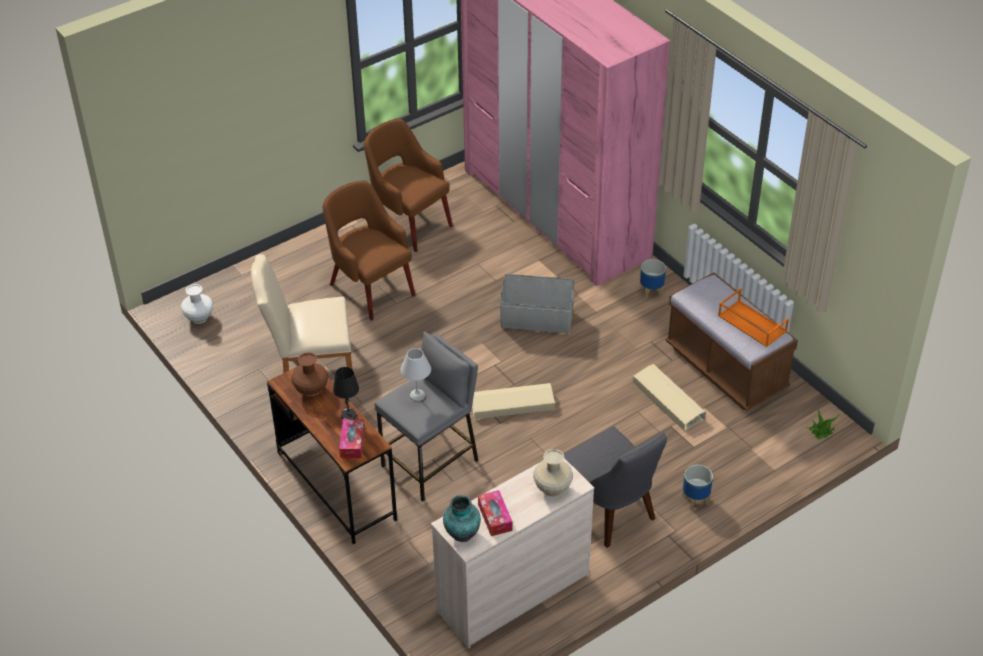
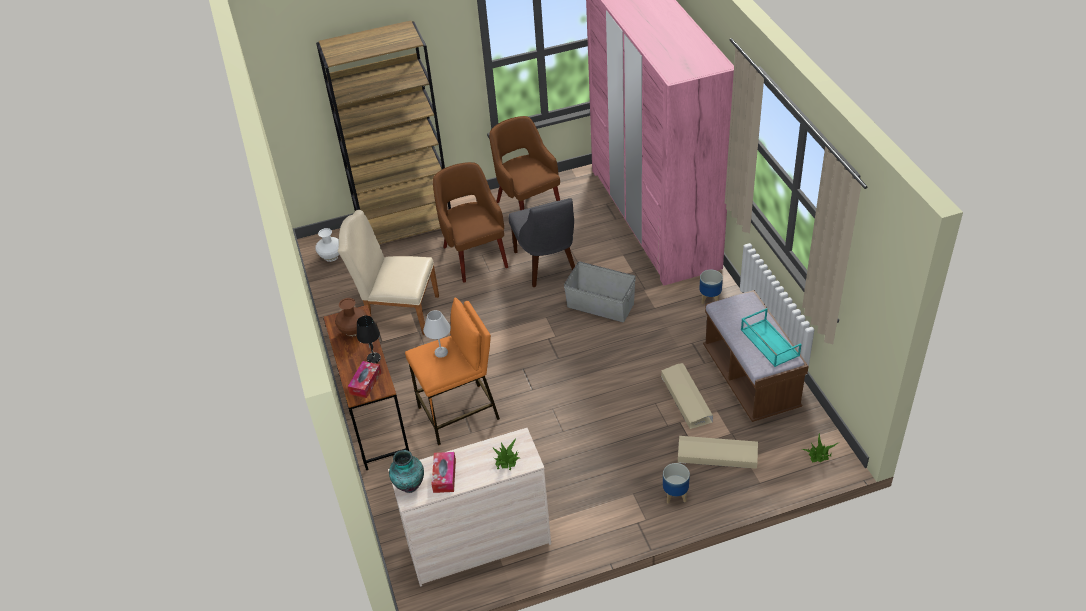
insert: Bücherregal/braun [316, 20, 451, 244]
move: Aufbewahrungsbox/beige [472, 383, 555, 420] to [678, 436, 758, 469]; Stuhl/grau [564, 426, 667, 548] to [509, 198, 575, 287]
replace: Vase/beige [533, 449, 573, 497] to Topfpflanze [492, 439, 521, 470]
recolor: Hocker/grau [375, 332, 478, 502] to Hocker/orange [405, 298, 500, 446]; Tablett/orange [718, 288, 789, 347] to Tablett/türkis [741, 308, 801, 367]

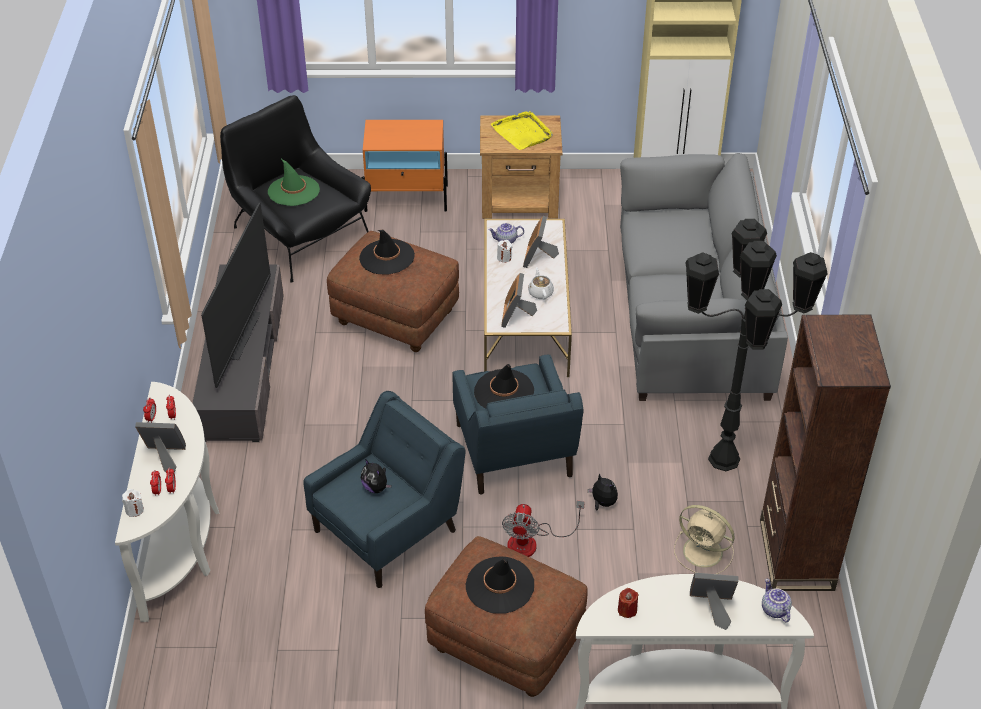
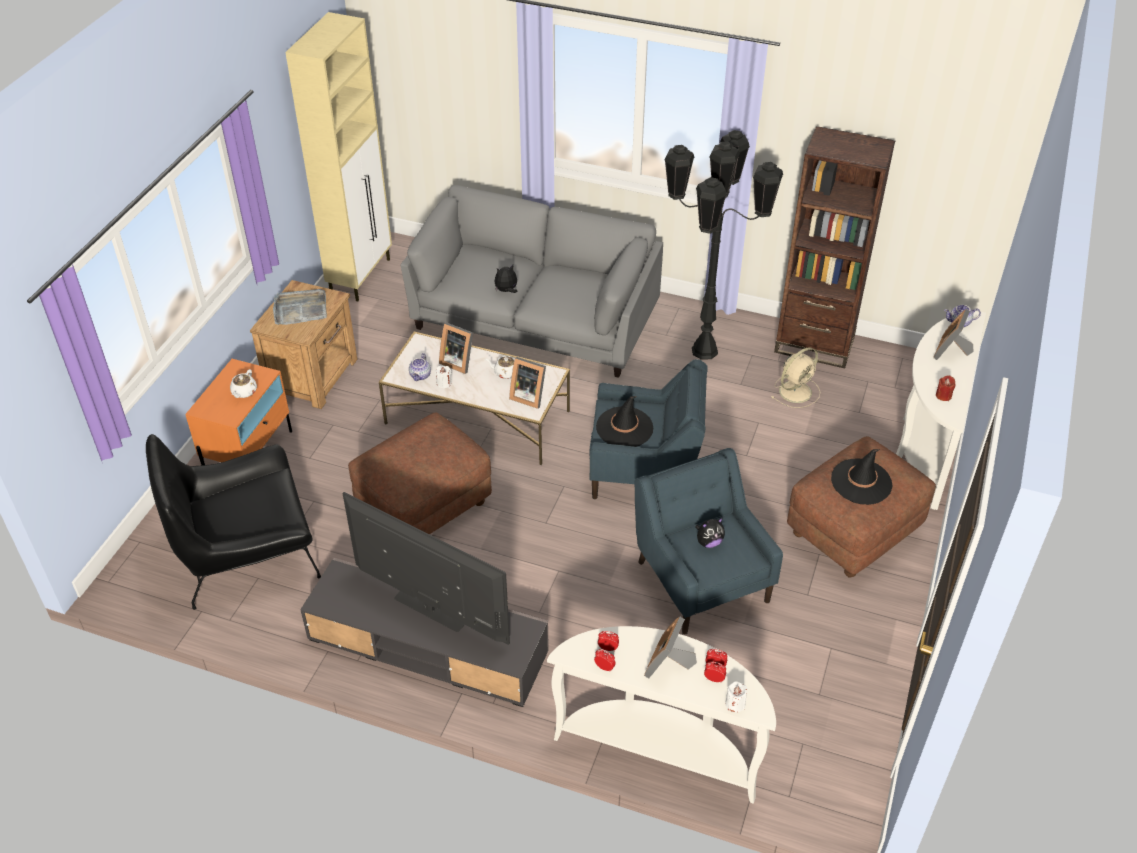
delete: Hut/grün [268, 159, 320, 206]; Hut/schwarz [359, 229, 415, 275]; Ventilator [502, 501, 585, 557]
insert: Teekanne/weiß [230, 369, 257, 398]
move: Plüschtier [588, 473, 618, 511] to [494, 265, 517, 293]
recolor: Tablett/gelb [491, 111, 552, 150] to Tablett/grau [273, 289, 327, 325]

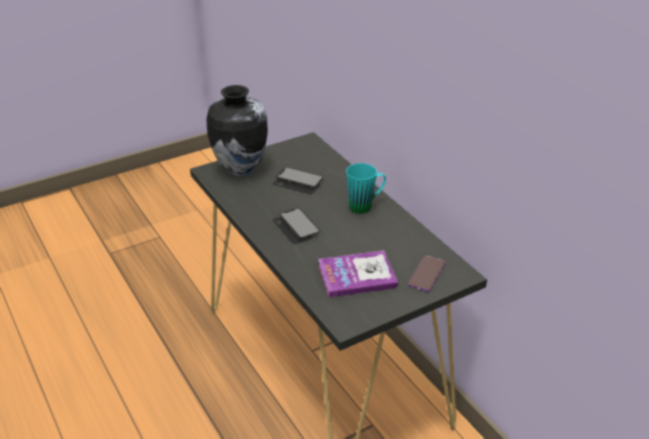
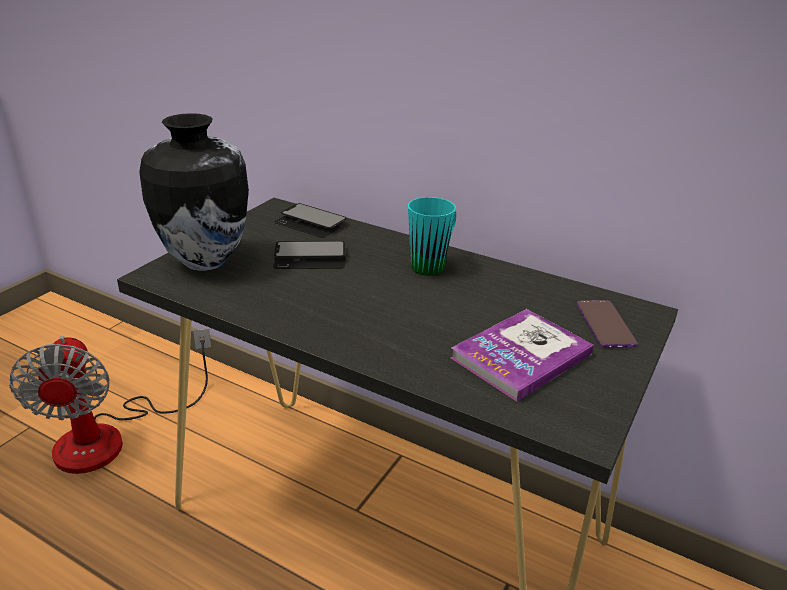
insert: Ventilator [9, 329, 211, 474]
move: Handy [273, 208, 320, 244] to [274, 203, 347, 238]

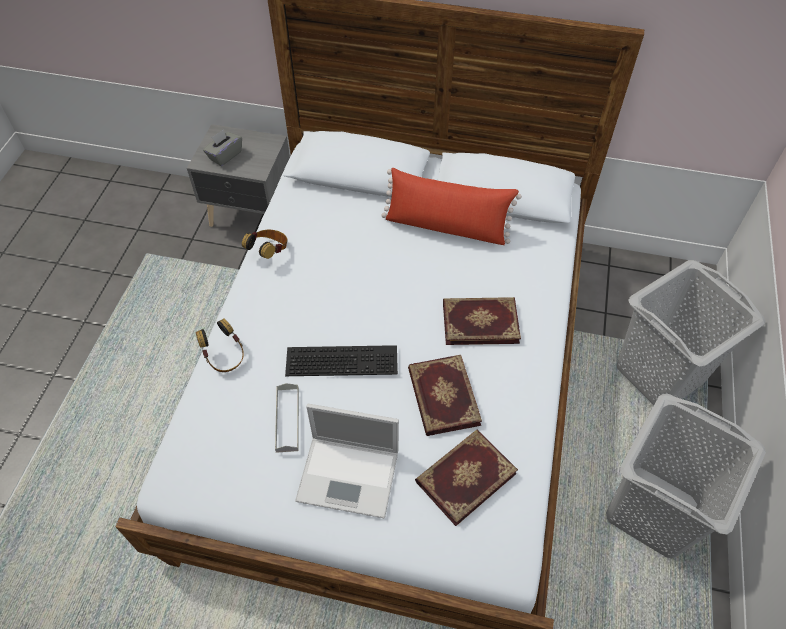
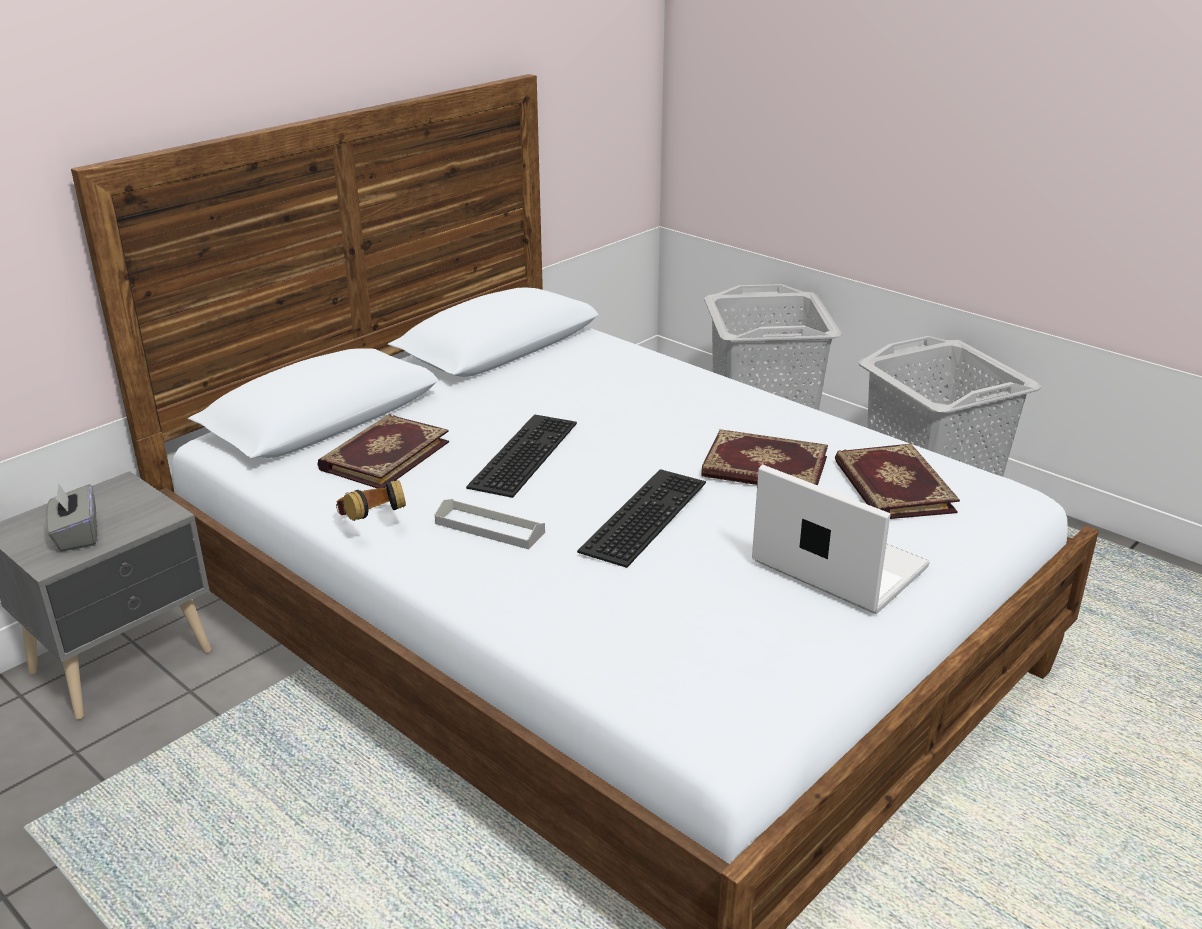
delete: Kopfhörer [196, 319, 244, 372]; Kissen/rot [381, 168, 522, 245]
insert: Tastatur [466, 414, 577, 498]
move: Tablett/grau [275, 383, 299, 453] to [435, 499, 545, 550]; Buch [443, 297, 521, 345] to [317, 414, 449, 489]
rotate: Laptop [295, 404, 399, 518] = [752, 465, 930, 614] 90 degrees counterclockwise

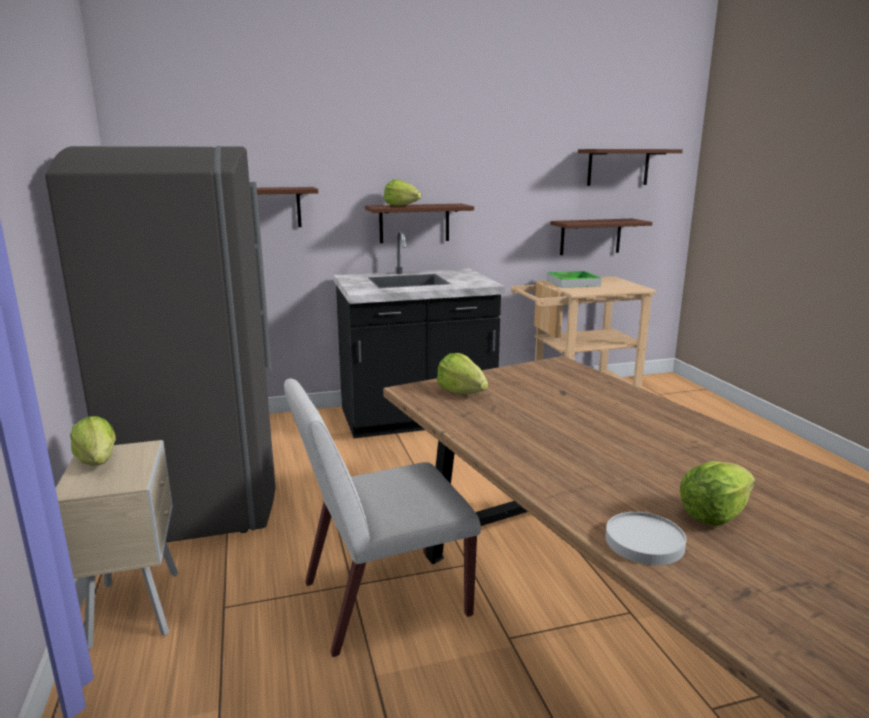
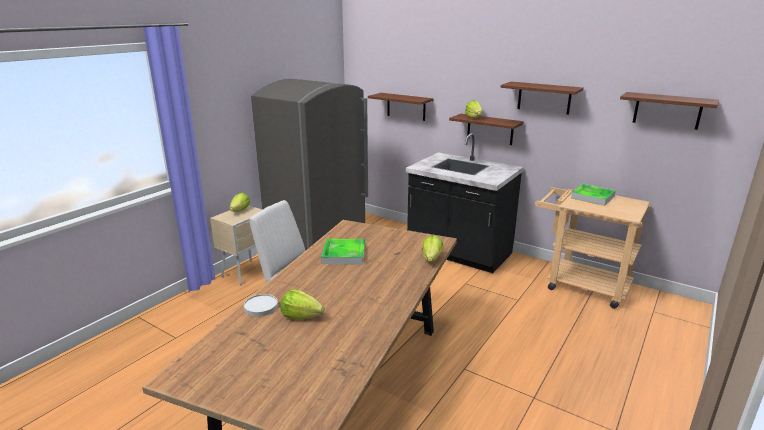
insert: Tablett [321, 239, 365, 264]
move: Salatkopf [437, 353, 488, 394] to [422, 235, 444, 262]; Wandregal/braun [550, 219, 652, 255] to [501, 82, 584, 115]

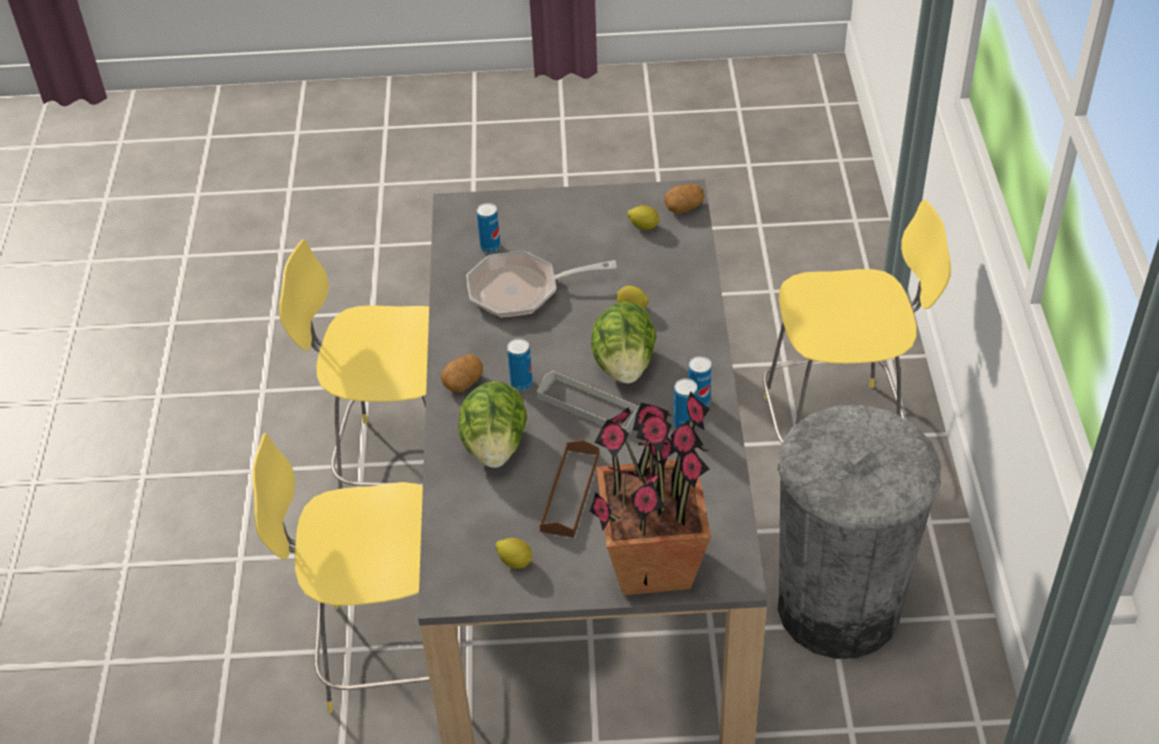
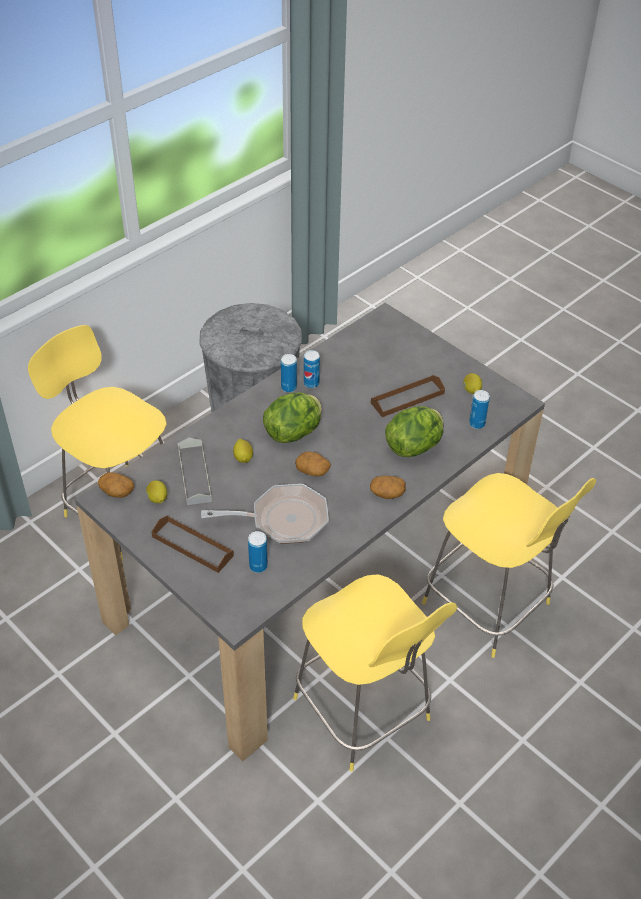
delete: Topfpflanze [590, 391, 711, 595]
insert: Tablett/braun [152, 515, 234, 573]; Kartoffel [295, 452, 331, 476]
move: Dose [507, 338, 533, 391] to [469, 390, 490, 429]; Tablett/grau [537, 370, 640, 433] to [178, 438, 212, 505]
rotate: Pfanne [466, 251, 617, 318] = [201, 484, 329, 544] 45 degrees counterclockwise

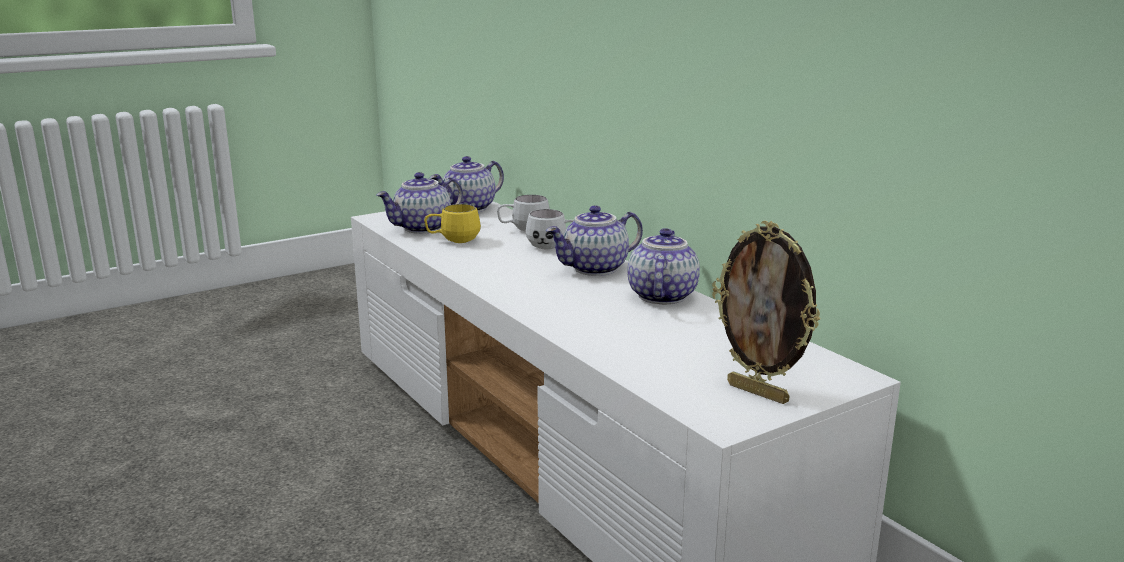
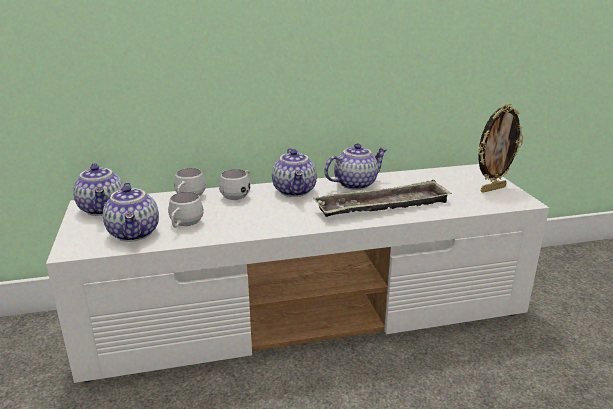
insert: Tablett [313, 180, 452, 217]
recolor: Henkelbecher/gelb [424, 204, 481, 243] to Henkelbecher/weiß [168, 192, 204, 228]
rotate: Teekanne [627, 228, 700, 304] = [324, 143, 387, 190] 120 degrees clockwise

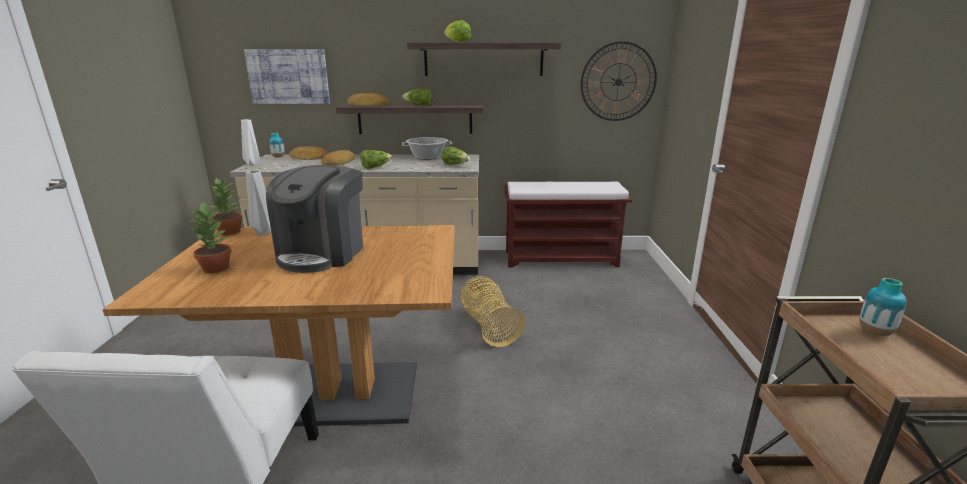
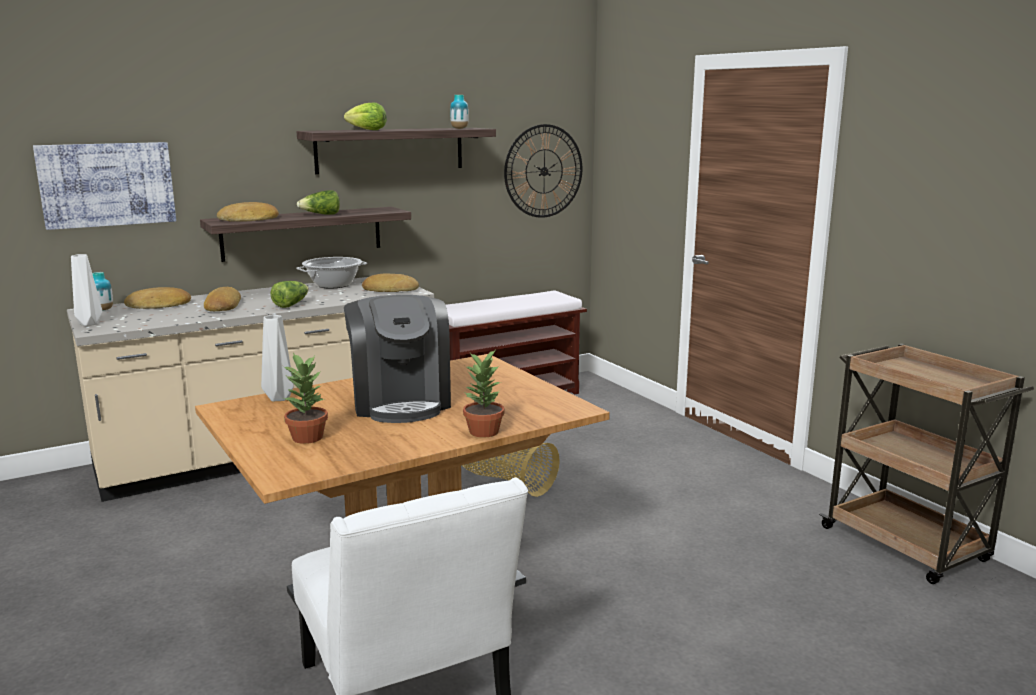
move: Topfpflanze [209, 178, 243, 235] to [463, 349, 505, 438]; Vase [859, 278, 907, 336] to [450, 95, 469, 129]
replace: Salatkopf [441, 146, 470, 165] to Brot [362, 273, 419, 292]

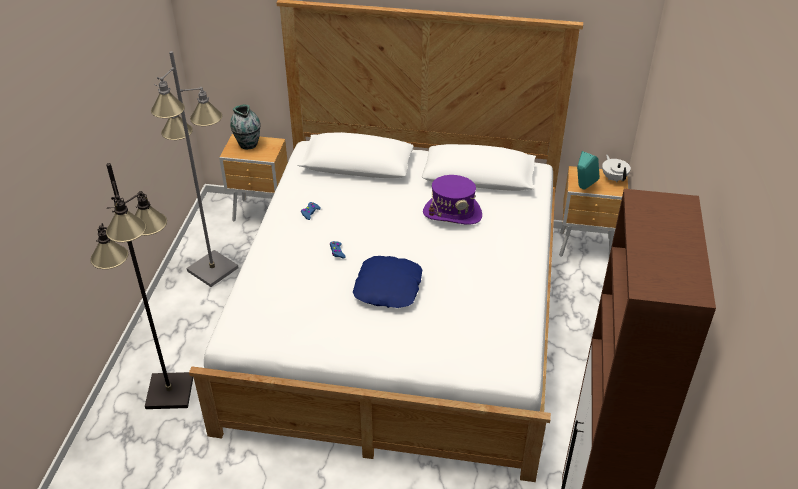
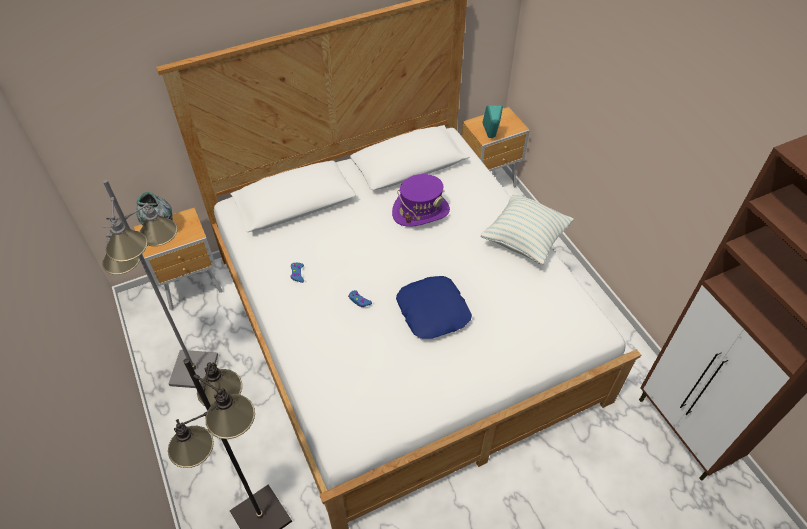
delete: Teekanne/weiß [602, 155, 631, 182]
insert: Kissen [481, 193, 573, 265]

